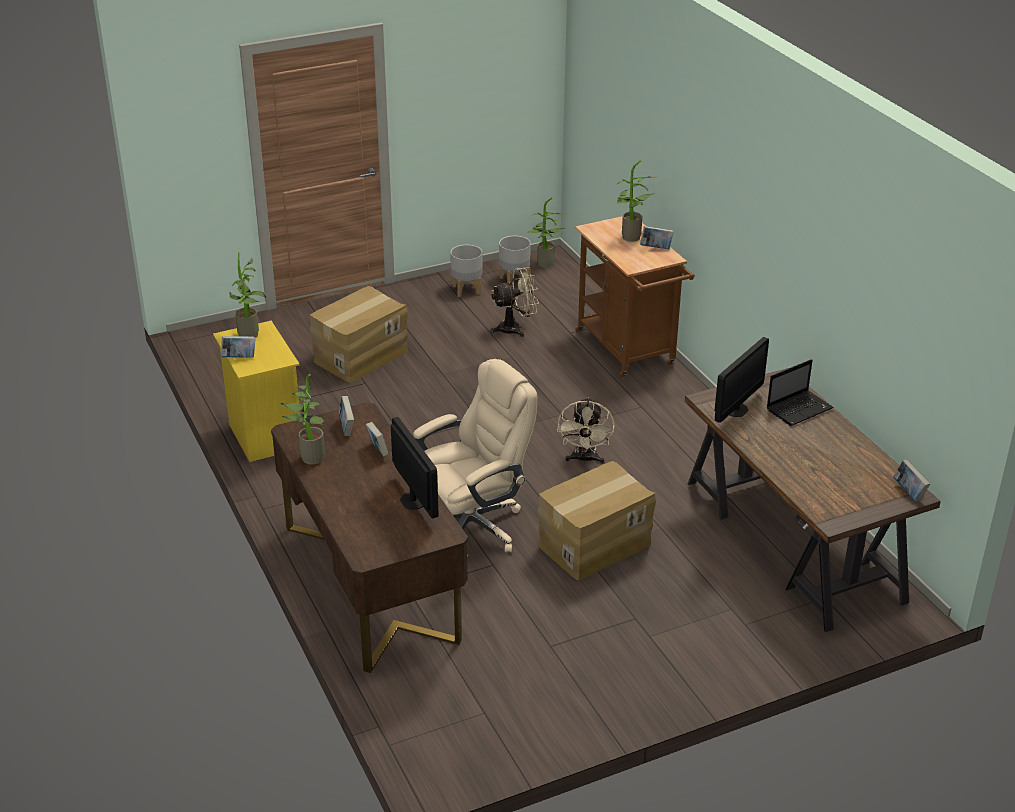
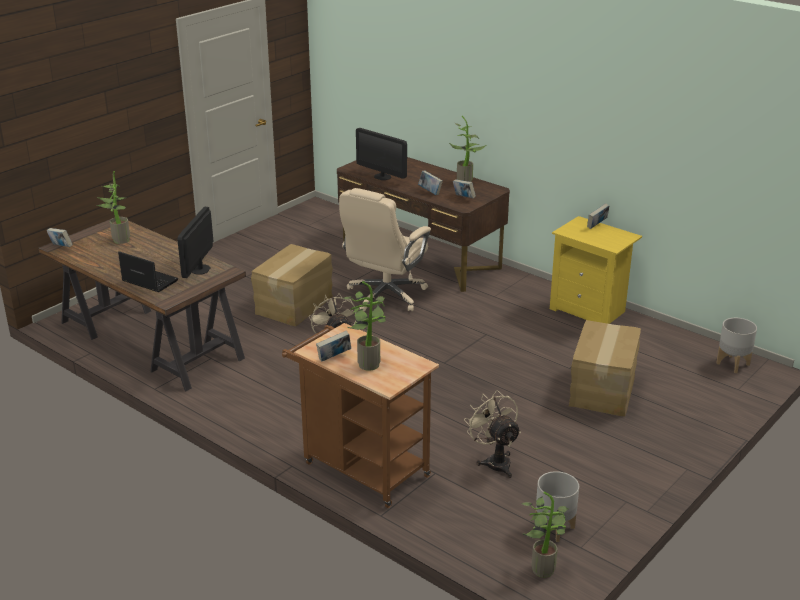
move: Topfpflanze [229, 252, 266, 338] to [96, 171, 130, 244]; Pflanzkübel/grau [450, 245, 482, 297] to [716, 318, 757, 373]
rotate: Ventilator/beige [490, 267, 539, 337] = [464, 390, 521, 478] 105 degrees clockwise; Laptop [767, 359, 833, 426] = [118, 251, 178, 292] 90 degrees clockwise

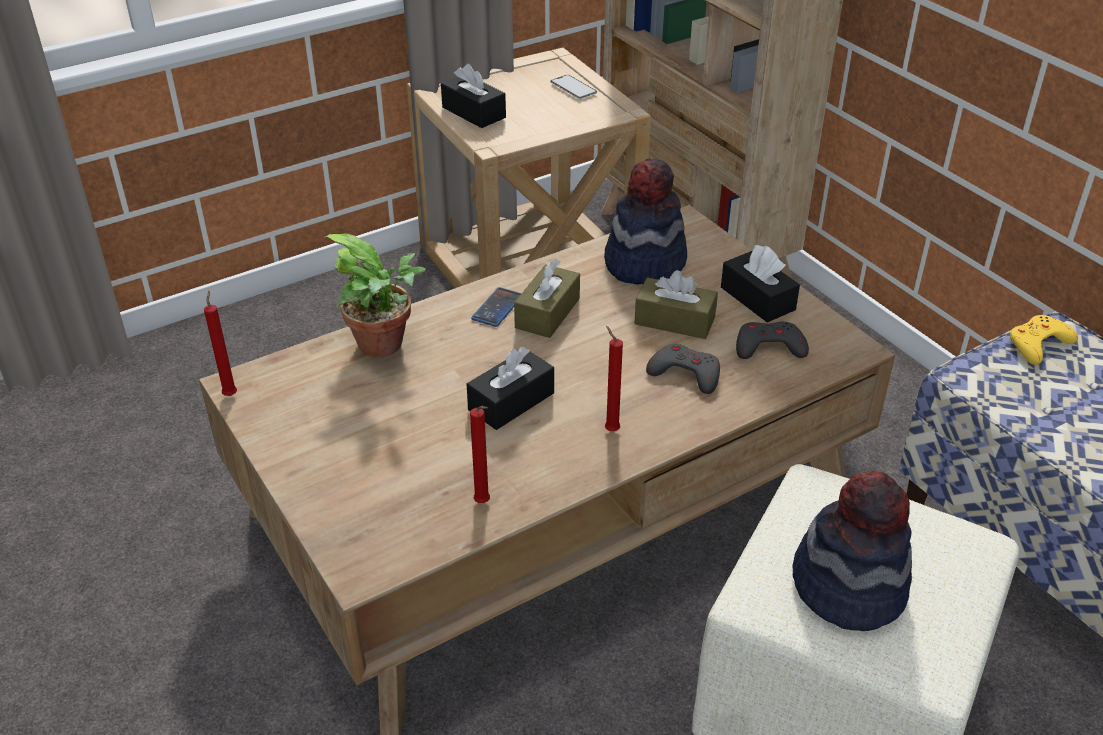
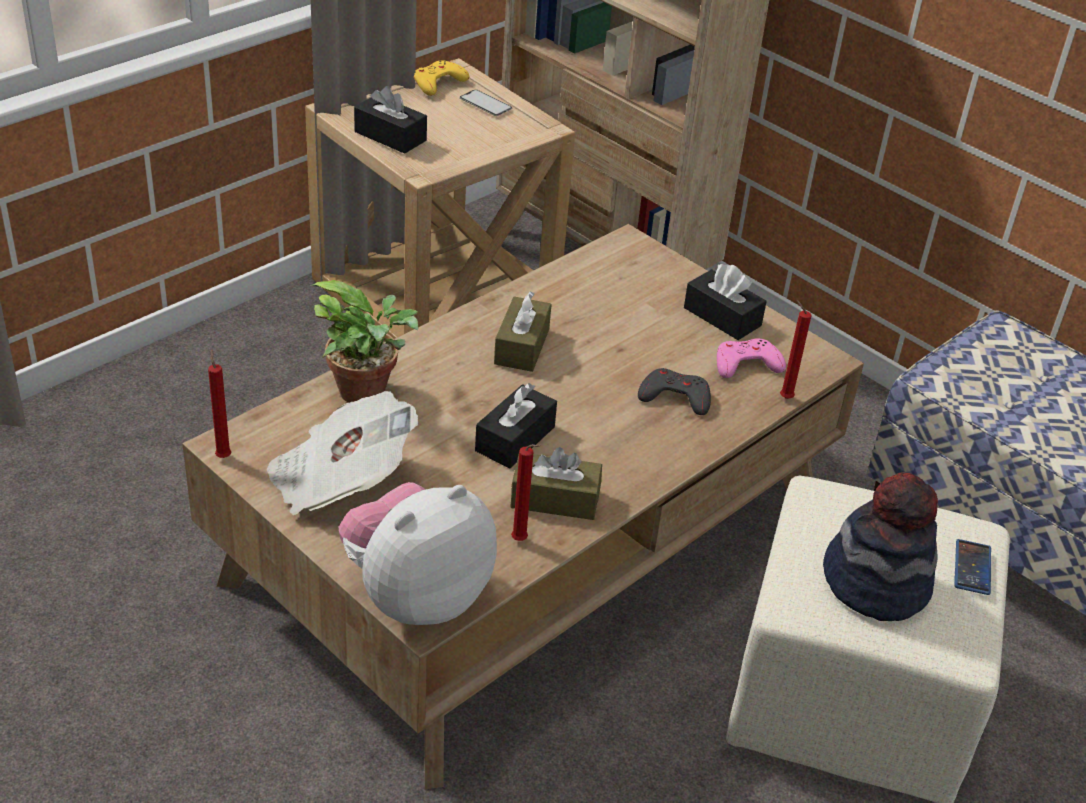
delete: Hut [604, 159, 687, 284]
insert: Zeitung [267, 391, 418, 515]; Plüschtier [338, 482, 497, 625]
move: Handy [471, 287, 522, 327] to [954, 539, 991, 595]; Kerze/rot [605, 326, 623, 431] to [780, 299, 812, 399]; Taschentuchbox/braun [635, 270, 718, 339] to [510, 447, 602, 520]; Gamepad/gelb [1010, 315, 1078, 365] to [414, 60, 469, 96]
recolor: Gamepad/grau [736, 322, 809, 359] to Gamepad/rosa [717, 338, 786, 378]

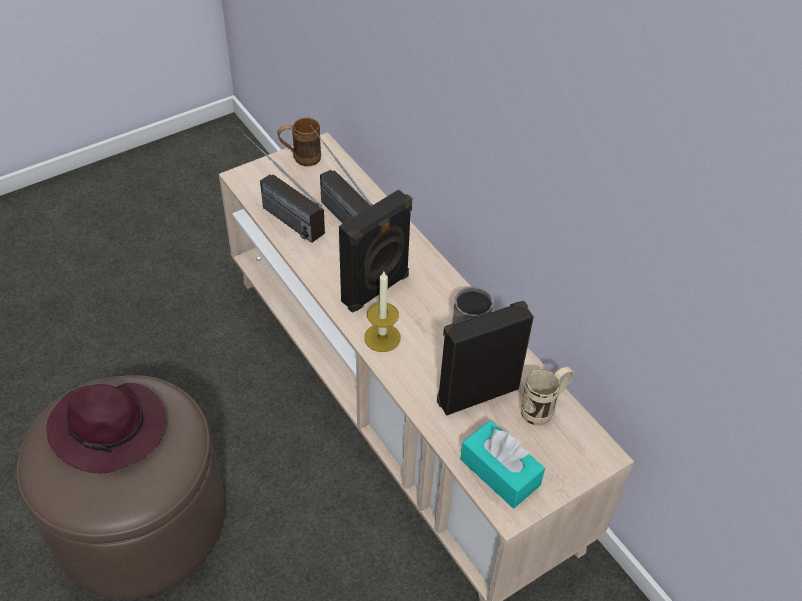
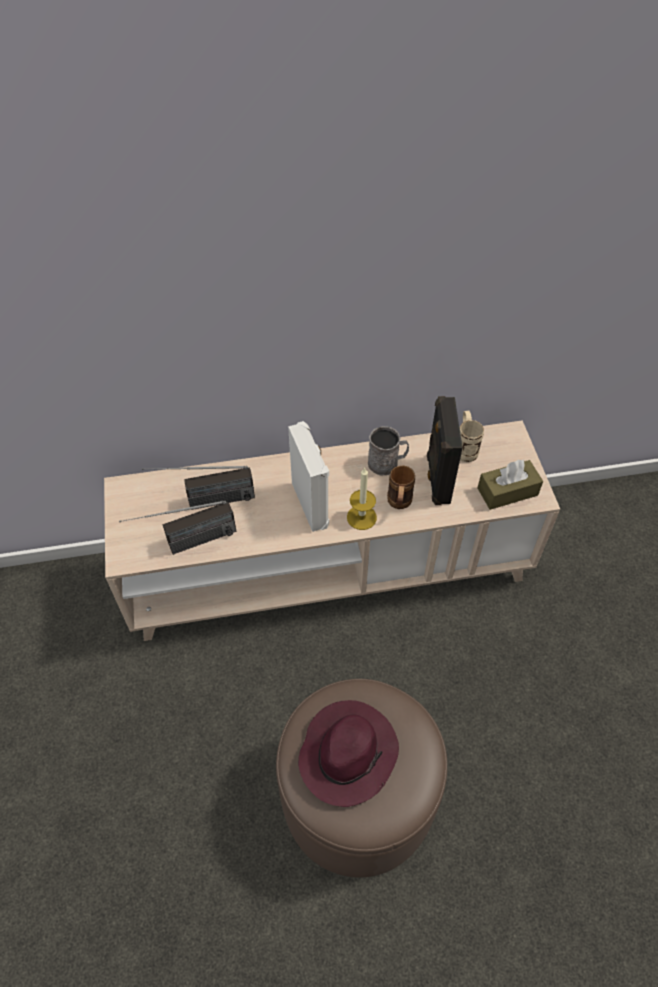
move: Henkelbecher/braun [277, 118, 321, 166] to [387, 466, 415, 509]
recolor: Lautsprecher/schwarz [339, 189, 412, 313] to Lautsprecher/weiß [288, 421, 329, 532]; Taschentuchbox/türkis [460, 420, 545, 508] to Taschentuchbox/braun [478, 460, 543, 510]

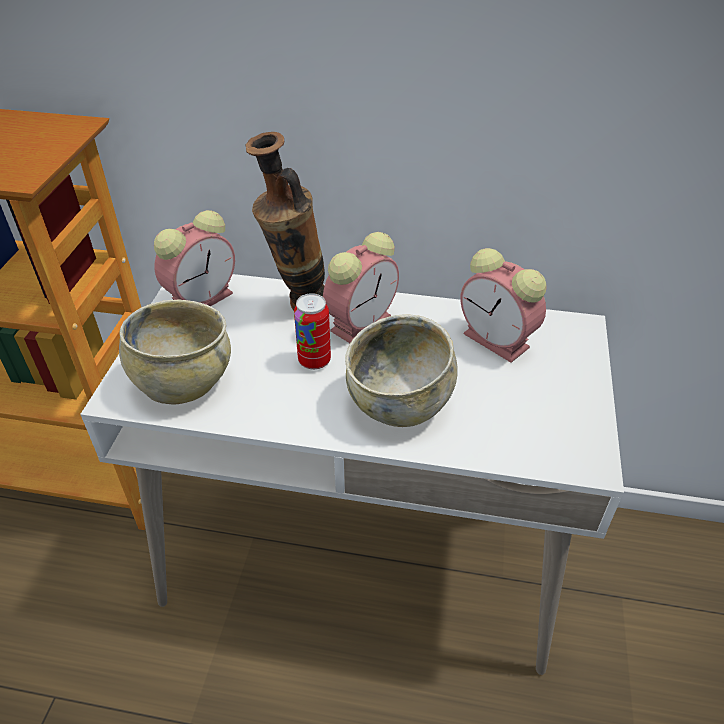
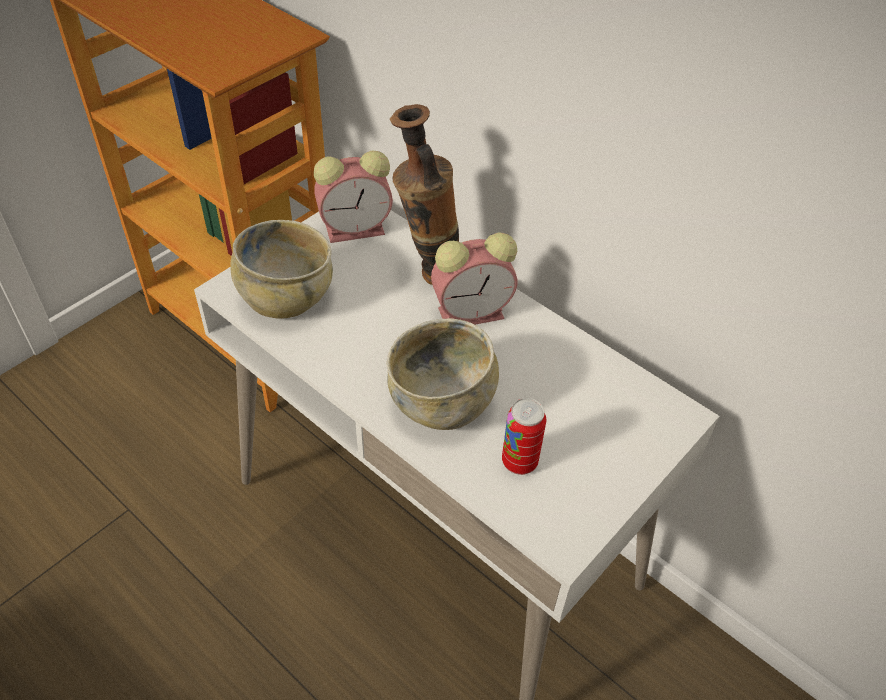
delete: Wecker [460, 248, 547, 363]
move: Dose [294, 293, 331, 370] to [502, 398, 546, 475]

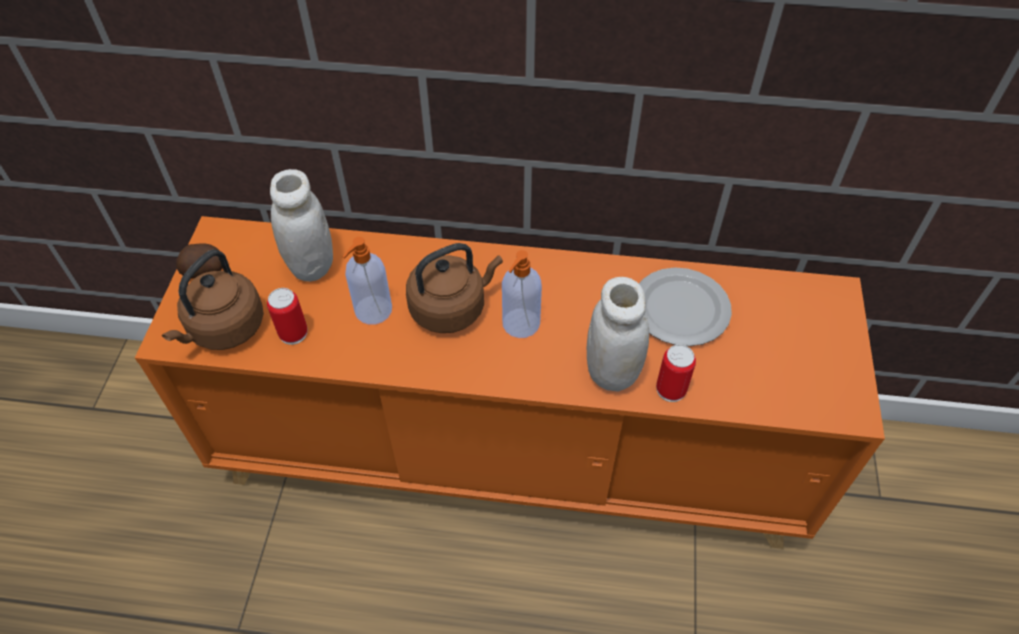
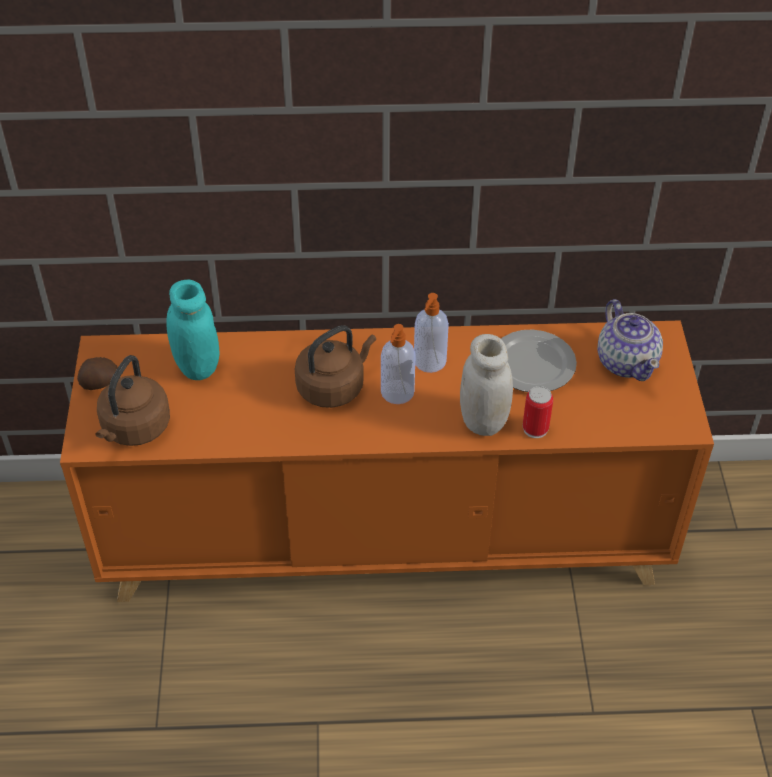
delete: Dose [267, 288, 307, 345]
insert: Teekanne [597, 299, 663, 381]
move: Seifenspender [342, 237, 392, 325] to [414, 293, 449, 373]
recolor: Vorratsglas/weiß [270, 169, 333, 282] to Vorratsglas/türkis [166, 280, 220, 380]

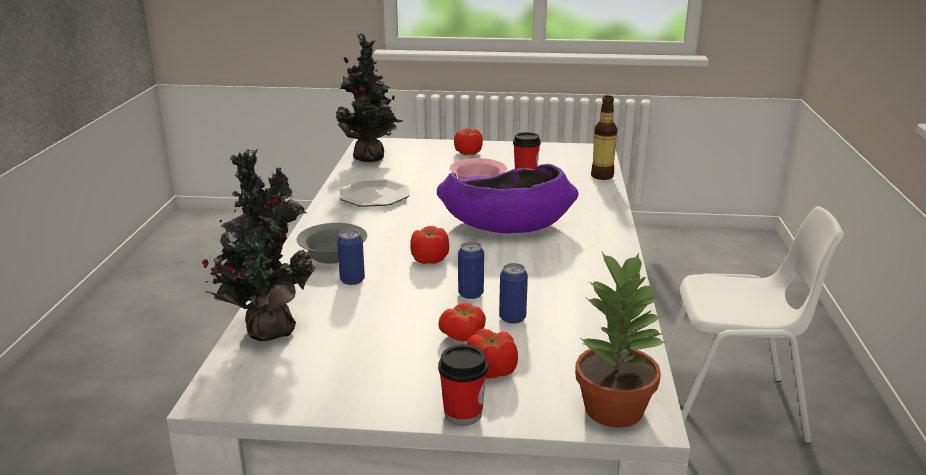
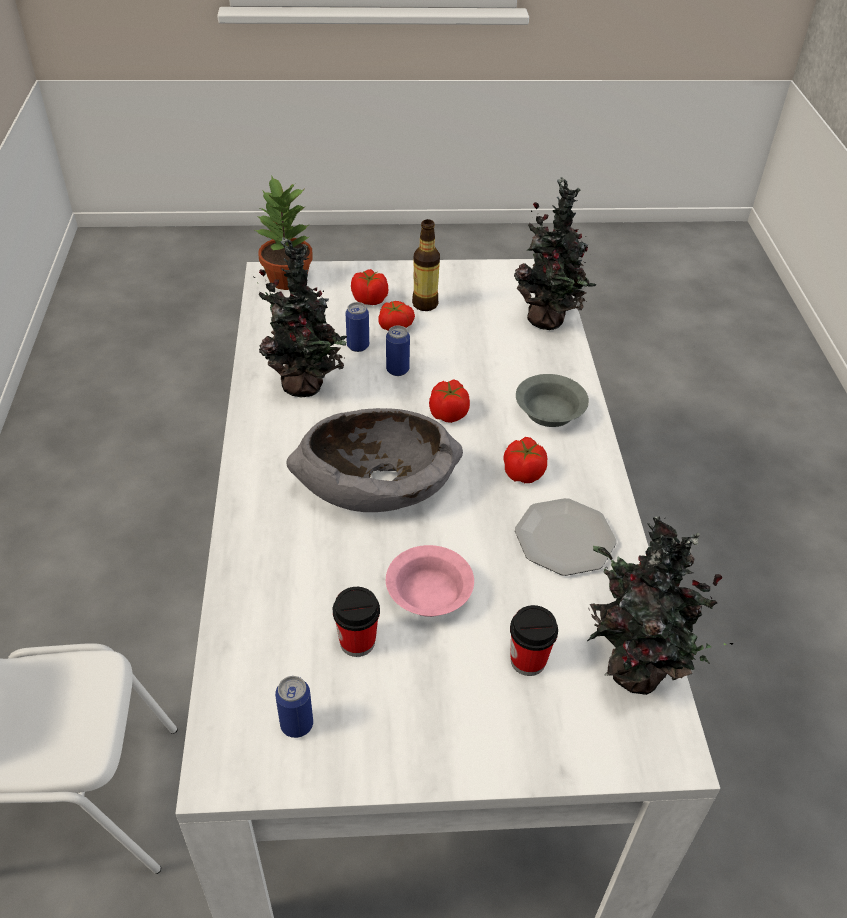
insert: Topfpflanze [253, 237, 347, 398]
move: Dose [337, 229, 365, 285] to [275, 676, 313, 738]; Tasse [438, 344, 488, 426] to [510, 605, 558, 676]; Tomate [454, 128, 483, 155] to [504, 437, 547, 483]; Flasche [591, 95, 617, 180] to [412, 219, 440, 311]
recolor: Schüssel/lila [437, 164, 578, 233] to Schüssel/grau [286, 408, 463, 512]

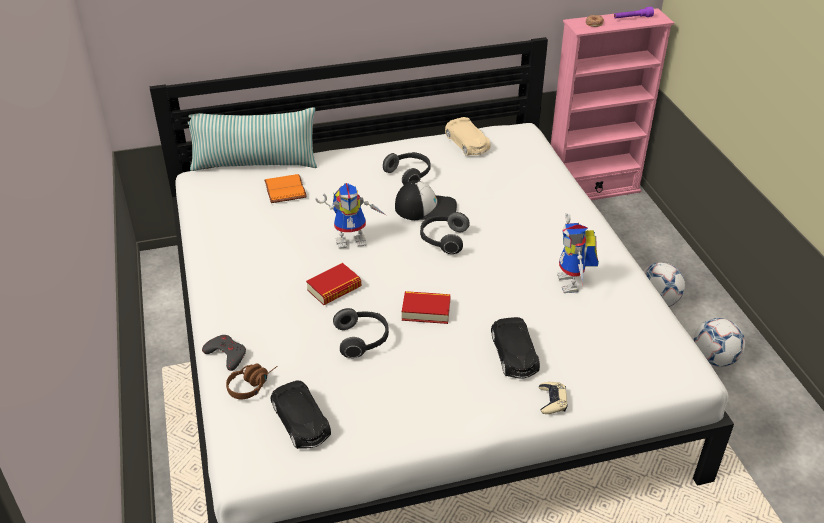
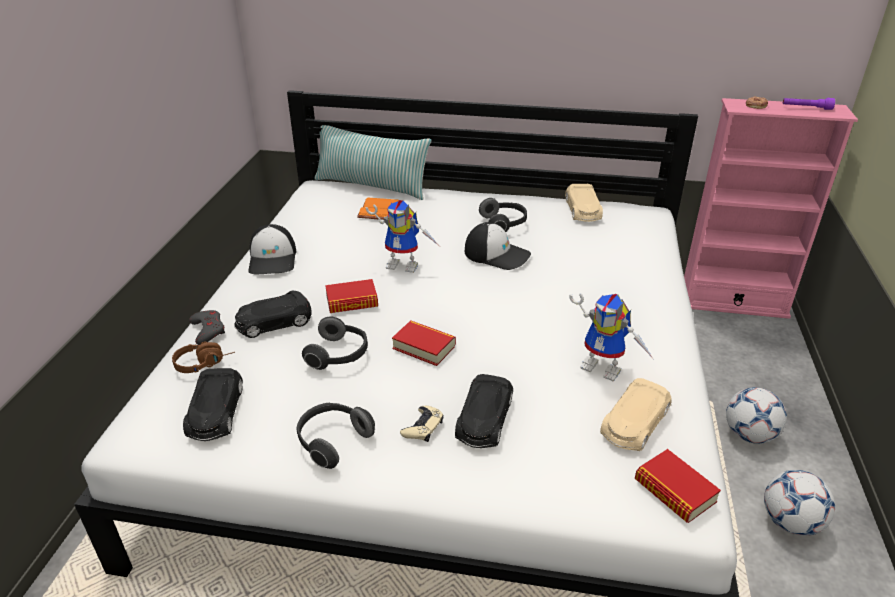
insert: Spielzeugauto/schwarz [234, 291, 312, 338]; Kappe [248, 224, 296, 274]; Spielzeugauto/beige [600, 378, 672, 451]; Buch [635, 449, 721, 523]
move: Kopfhörer [420, 212, 470, 254] to [297, 402, 375, 469]; Gamepad/beige [539, 382, 568, 414] to [400, 406, 444, 442]
rotate: Spielzeugroboter [557, 213, 599, 293] = [569, 293, 652, 382] 75 degrees counterclockwise

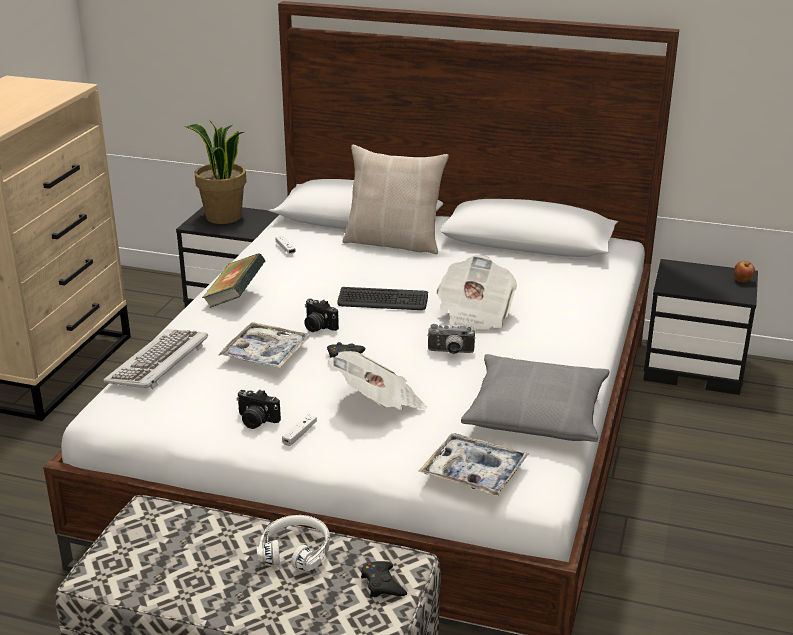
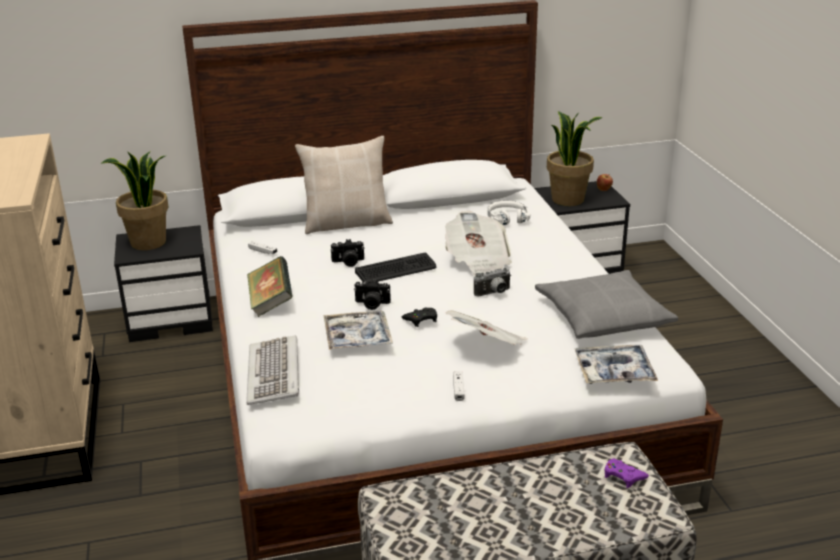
insert: Topfpflanze [547, 111, 603, 206]
move: Kamera [236, 389, 281, 429] to [331, 239, 364, 267]; Kopfhörer/weiß [257, 515, 330, 571] to [487, 201, 530, 225]
recolor: Gamepad/schwarz [361, 561, 407, 598] to Gamepad/lila [605, 459, 649, 488]

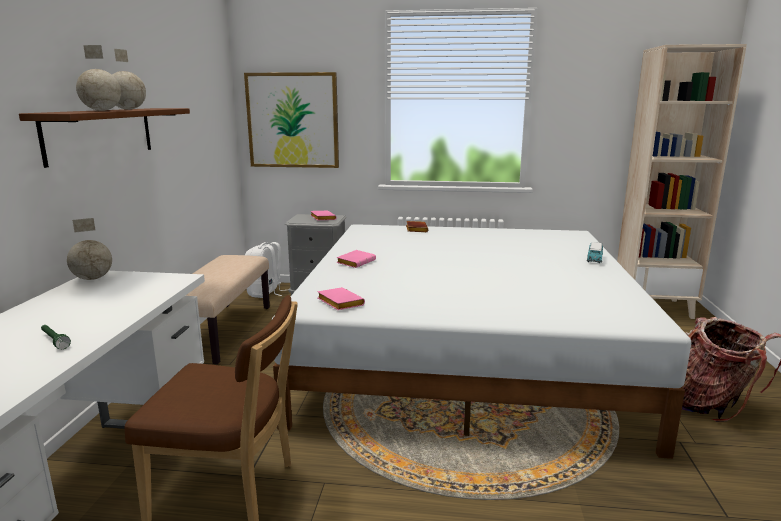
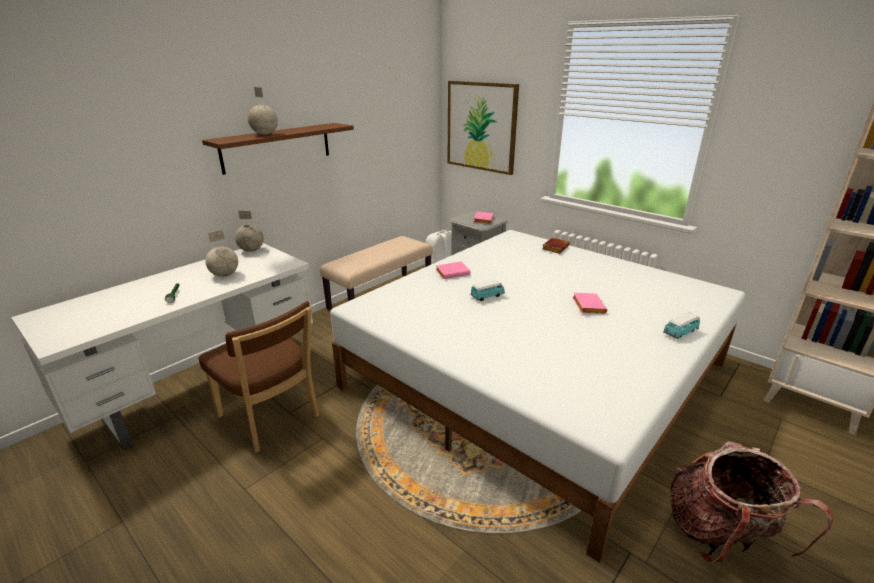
insert: Spielzeugauto [470, 280, 505, 301]
move: Globus [112, 49, 146, 110] to [205, 230, 238, 277]; Buch/rosa [318, 287, 365, 310] to [572, 293, 607, 314]

